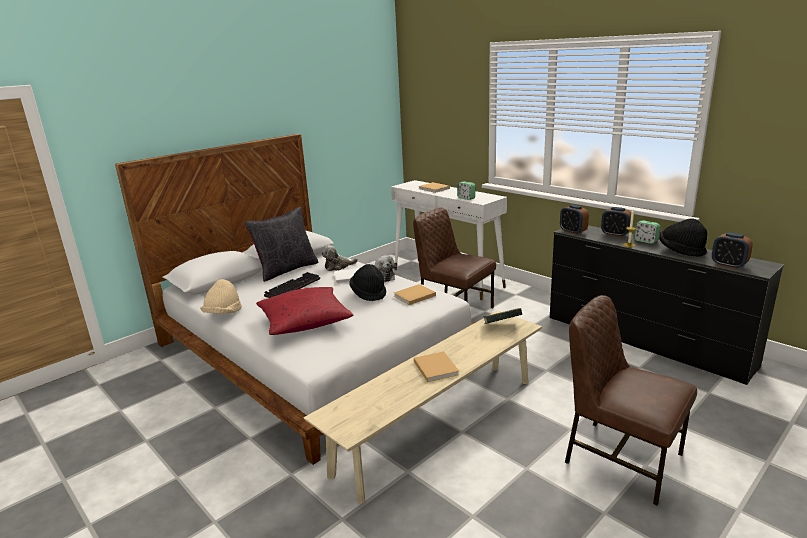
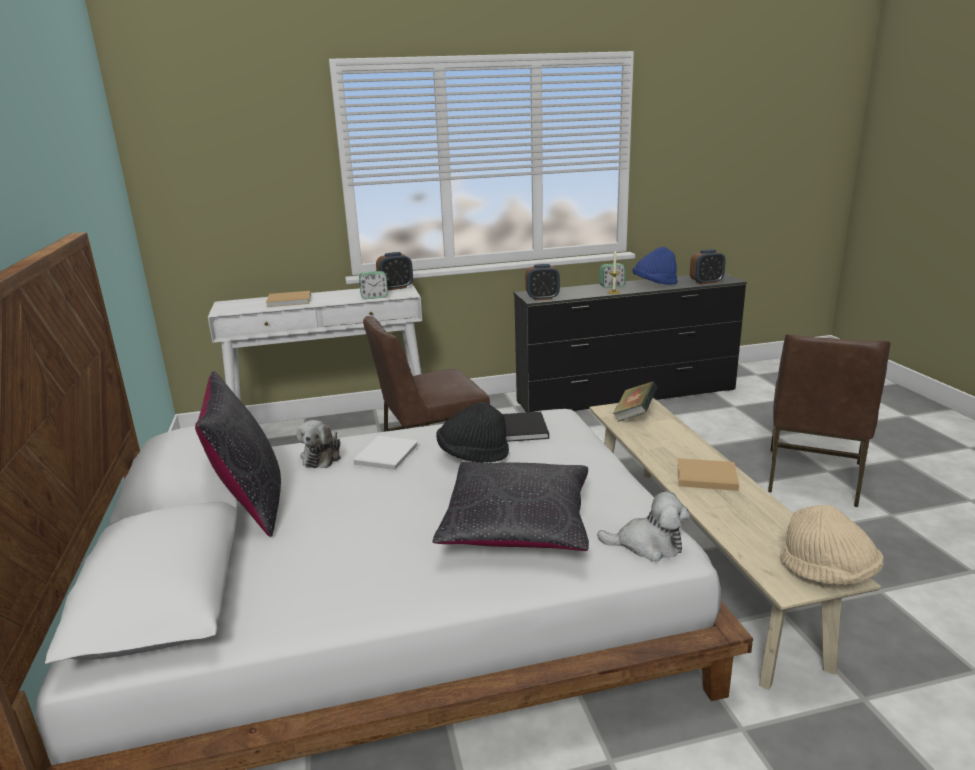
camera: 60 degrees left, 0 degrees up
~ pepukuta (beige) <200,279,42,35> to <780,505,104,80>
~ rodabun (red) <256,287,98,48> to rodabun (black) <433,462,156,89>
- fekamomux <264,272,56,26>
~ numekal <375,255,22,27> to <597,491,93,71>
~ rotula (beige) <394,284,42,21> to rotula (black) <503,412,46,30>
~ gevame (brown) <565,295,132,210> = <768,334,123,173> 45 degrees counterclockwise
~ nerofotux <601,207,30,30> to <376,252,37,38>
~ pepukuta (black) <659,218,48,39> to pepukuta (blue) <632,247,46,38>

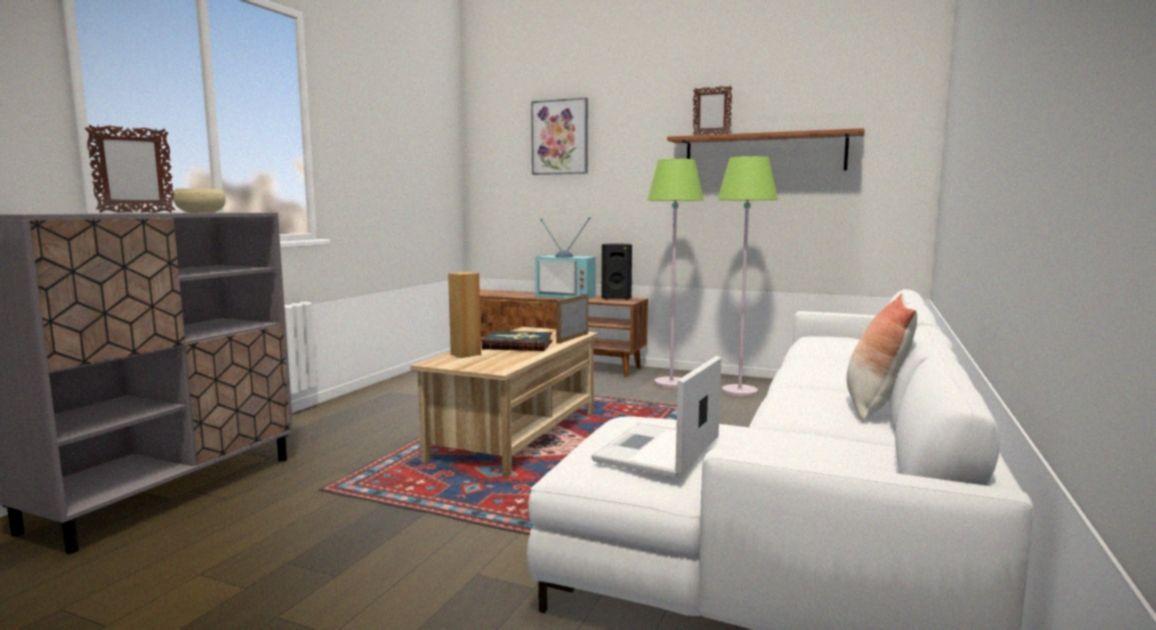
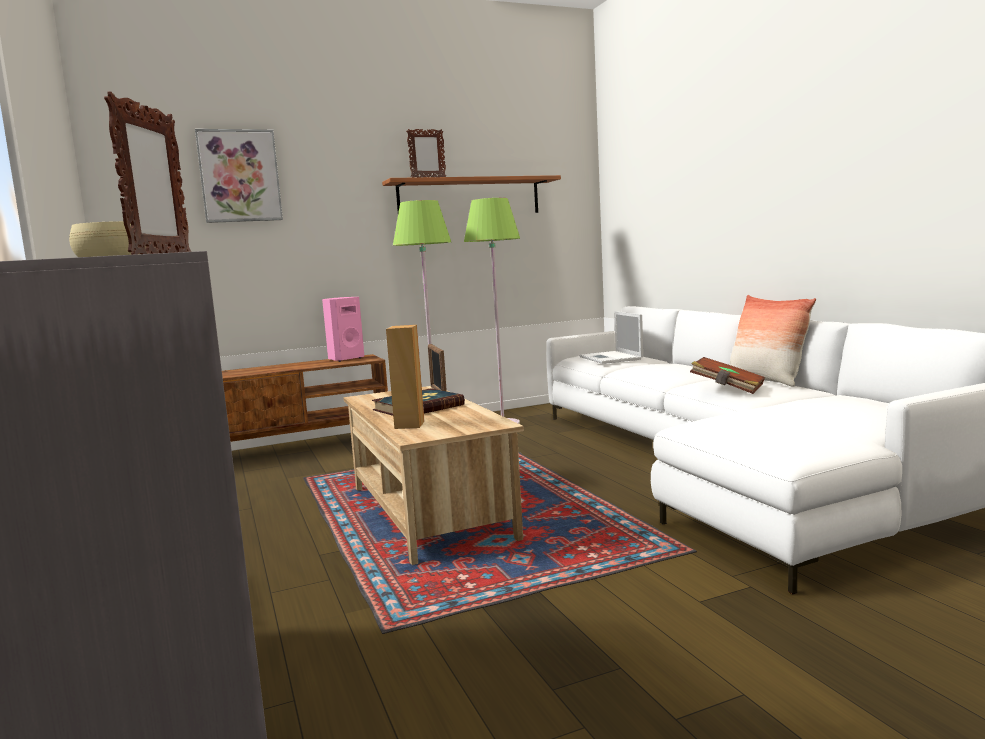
camera: 45 degrees left, 0 degrees up
- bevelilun <535,217,61,82>
~ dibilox <591,356,130,122> to <579,311,64,53>
~ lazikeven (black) <602,244,30,56> to lazikeven (pink) <322,297,42,65>
+ rotula (brown) <690,357,75,37>

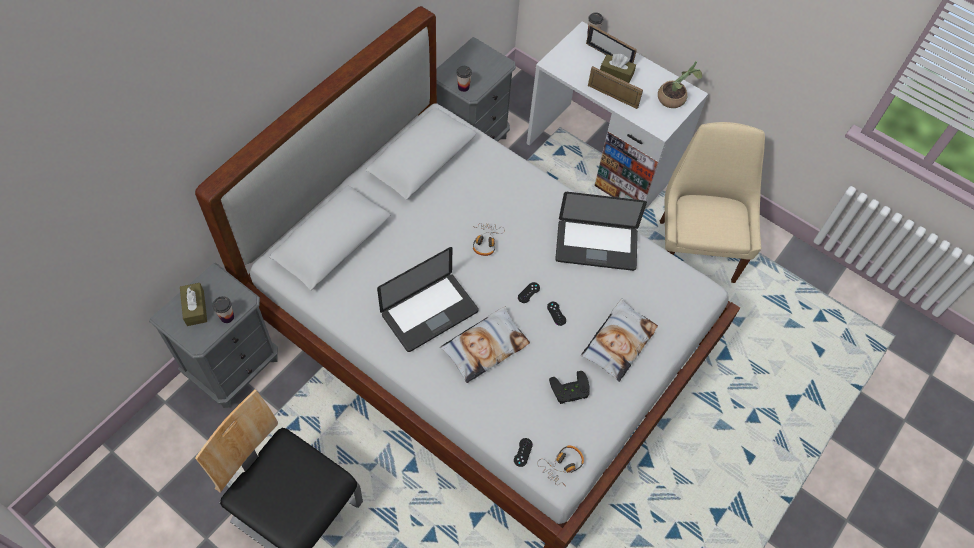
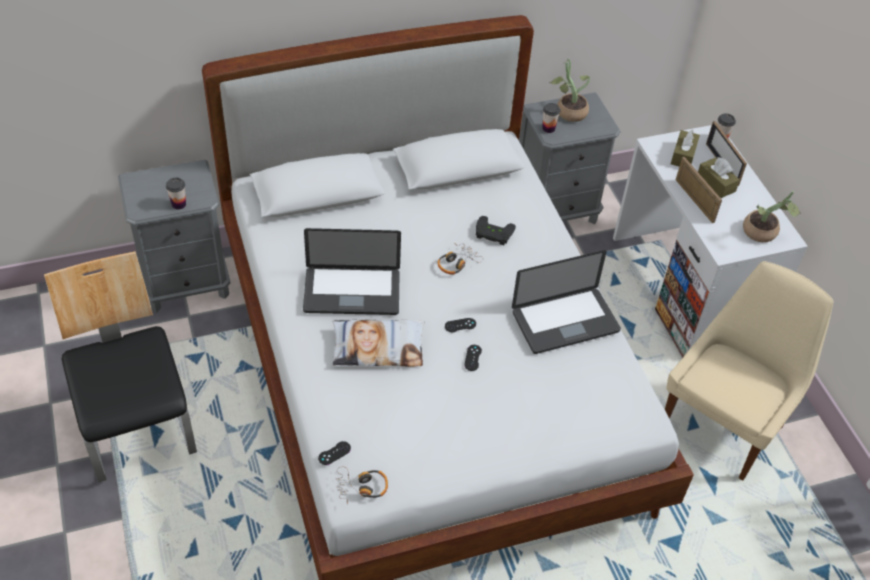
camera: 35 degrees right, 10 degrees down
~ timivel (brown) <180,283,27,43> to <671,130,29,36>
~ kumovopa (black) <549,371,41,33> to <476,216,40,29>
~ dibilox <555,192,92,79> = <512,250,109,104> 60 degrees counterclockwise
- rodabun <581,299,77,83>
+ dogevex <549,59,41,63>

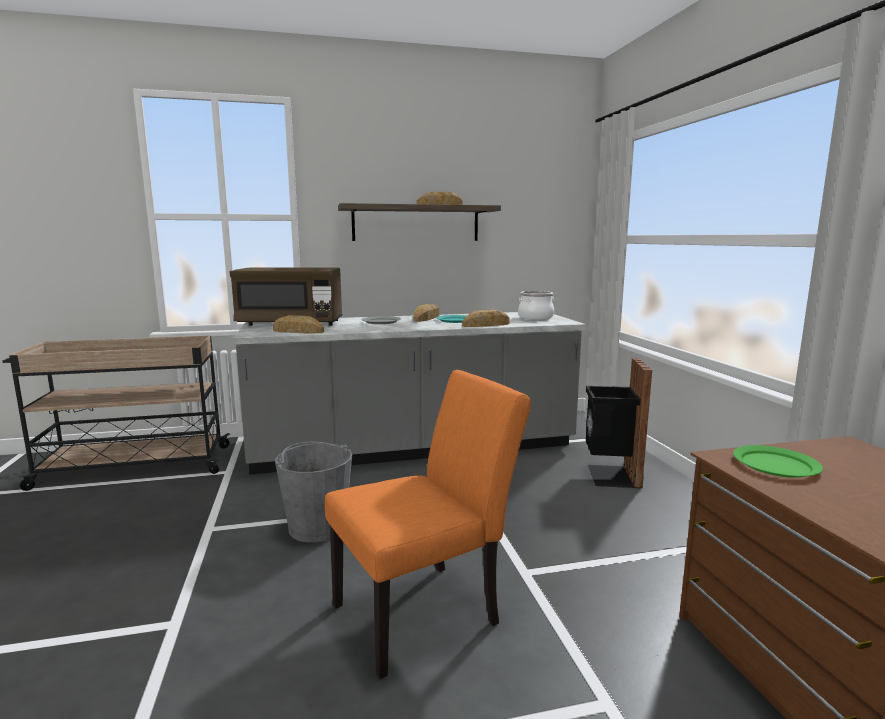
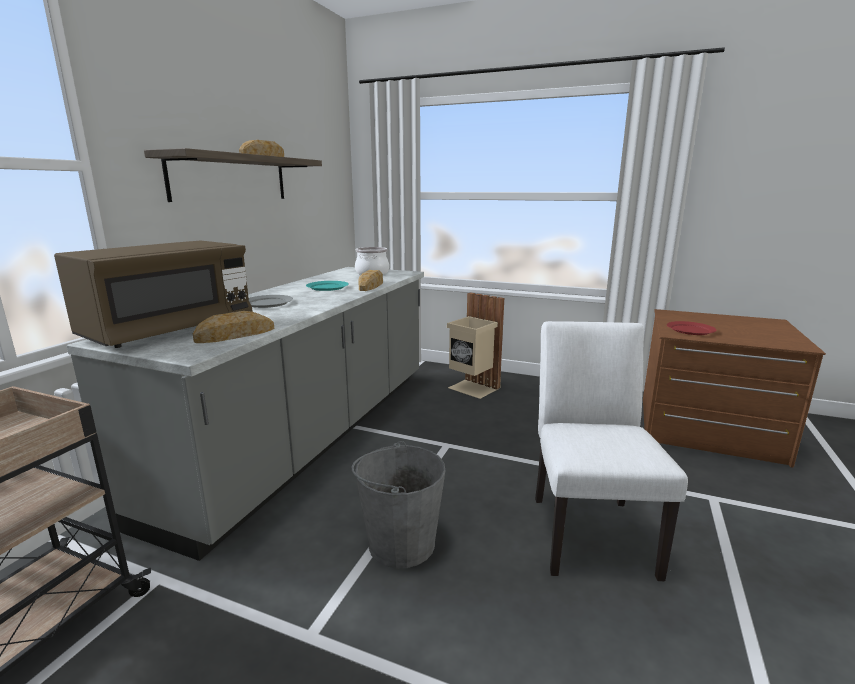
camera: 55 degrees left, 5 degrees up
~ gevame (orange) <325,370,206,309> to gevame (white) <535,321,153,260>
- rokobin <413,304,26,18>
~ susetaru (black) <586,358,66,130> to susetaru (beige) <447,293,57,106>
~ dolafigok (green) <733,445,90,33> to dolafigok (red) <667,321,50,14>

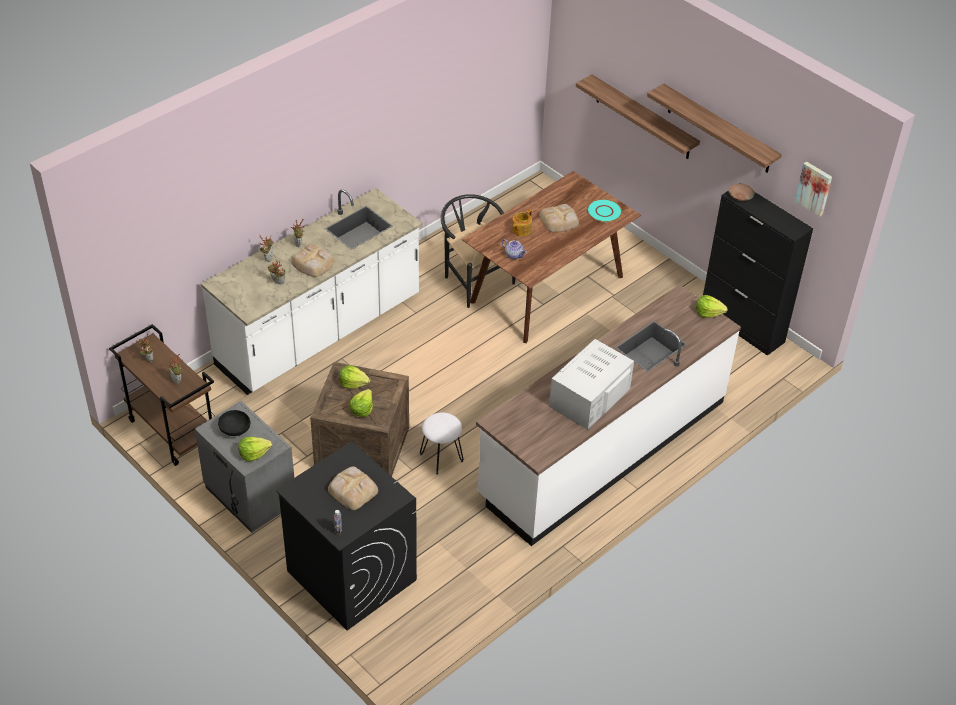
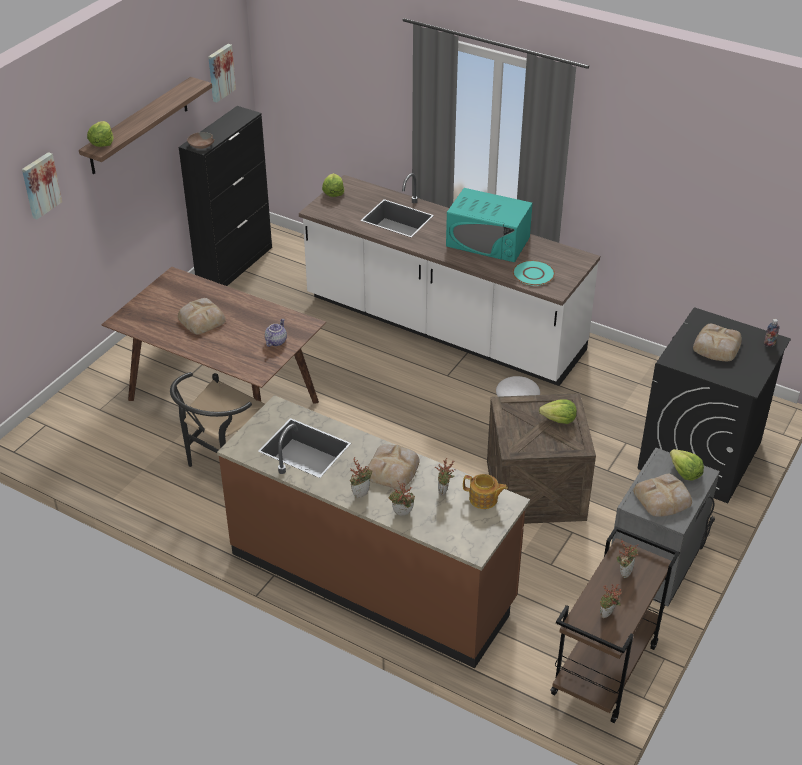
camera: 105 degrees left, 5 degrees down
~ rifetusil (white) <201,188,222,207> to rifetusil (brown) <217,395,313,273>
~ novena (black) <218,410,32,26> to rokobin <633,474,59,43>
~ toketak <339,365,31,24> to <87,121,27,26>
~ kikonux <512,209,20,27> to <463,474,45,35>
~ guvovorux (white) <549,339,85,91> to guvovorux (turquoise) <446,188,87,74>
- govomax <576,74,124,85>
~ dolafigok (turquoise) <587,199,35,23> to <513,260,42,26>
+ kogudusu <22,152,40,67>

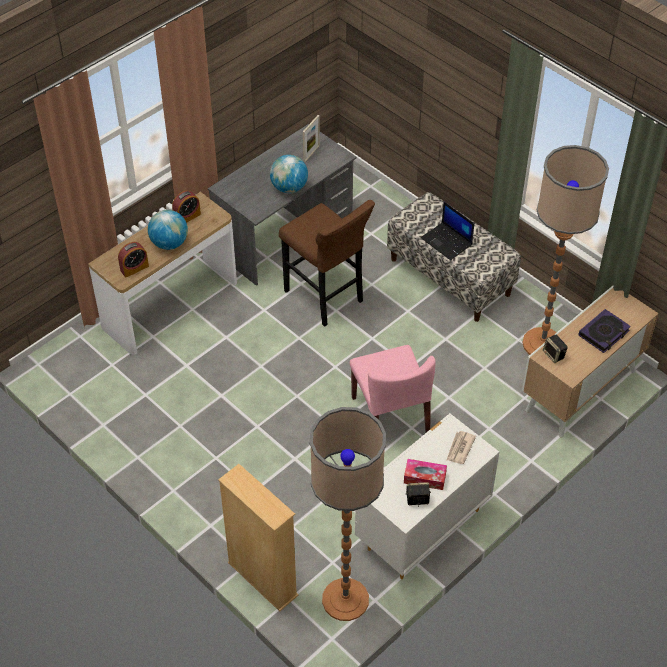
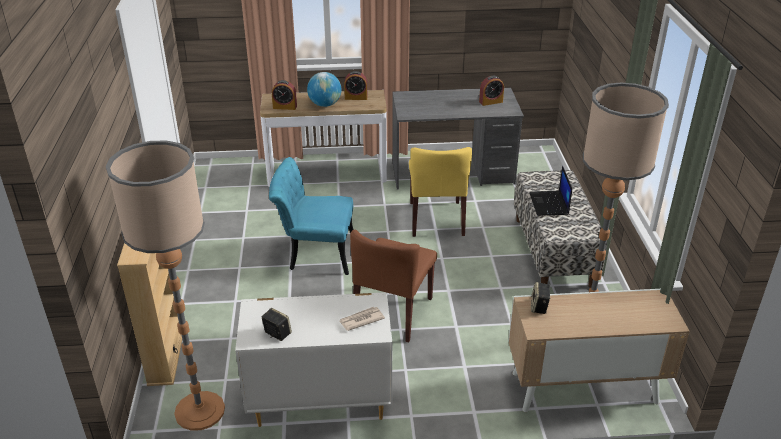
camera: 40 degrees right, 15 degrees down
- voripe <270,155,38,38>
~ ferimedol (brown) <279,200,96,127> to gevame (yellow) <409,147,63,90>
~ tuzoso <303,115,17,47> to nerofotux <479,76,25,30>
~ gevame (pink) <350,345,86,87> to gevame (brown) <350,230,87,112>
- timivel <404,459,43,31>
- rotula <578,309,53,44>
+ gevame (turquoise) <269,157,84,118>

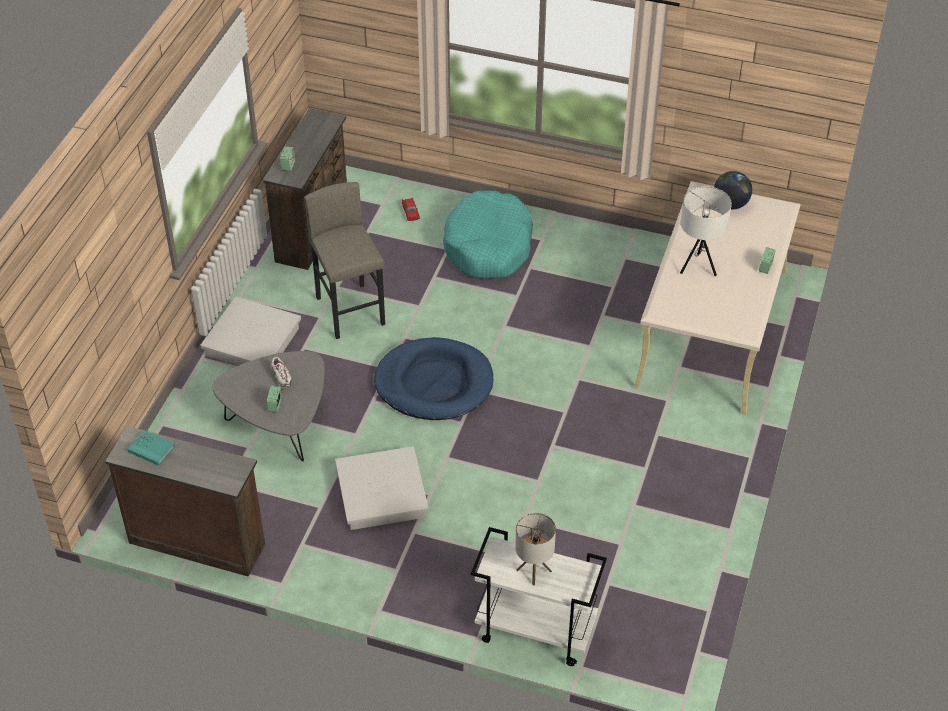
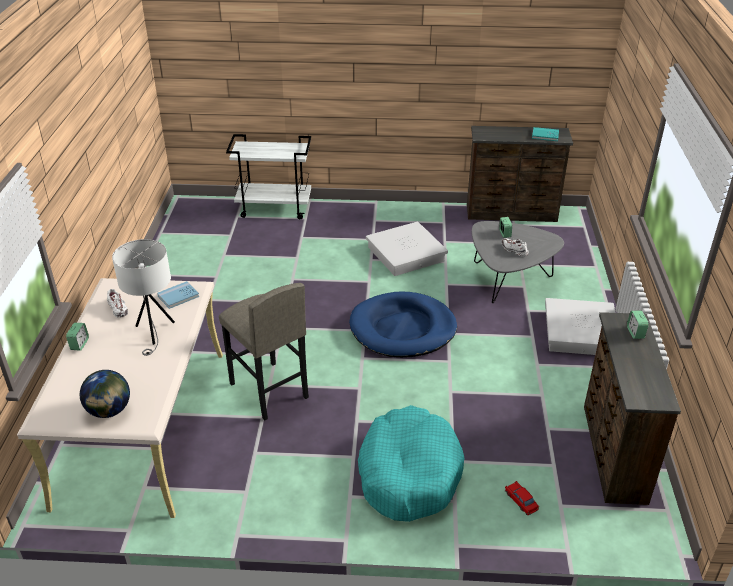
camera: 165 degrees right, 10 degrees down
~ ferimedol (grey) <304,182,81,157> to <219,283,90,138>
- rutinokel <515,513,41,73>
+ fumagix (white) <107,289,21,29>
+ rotula (blue) <157,281,42,28>

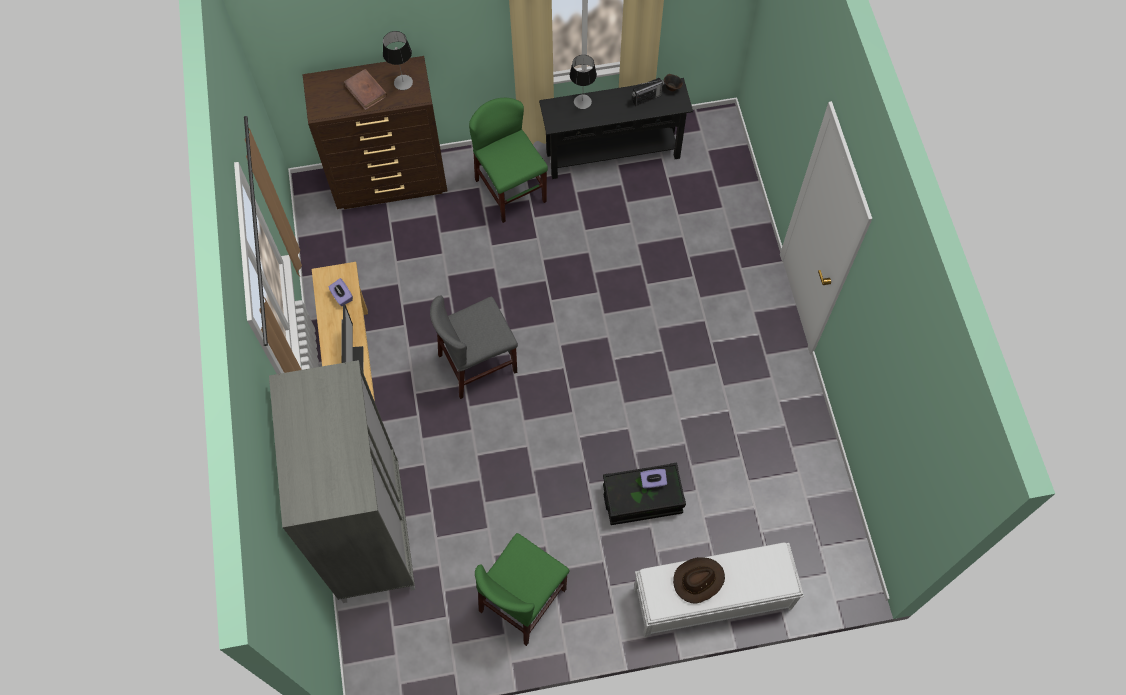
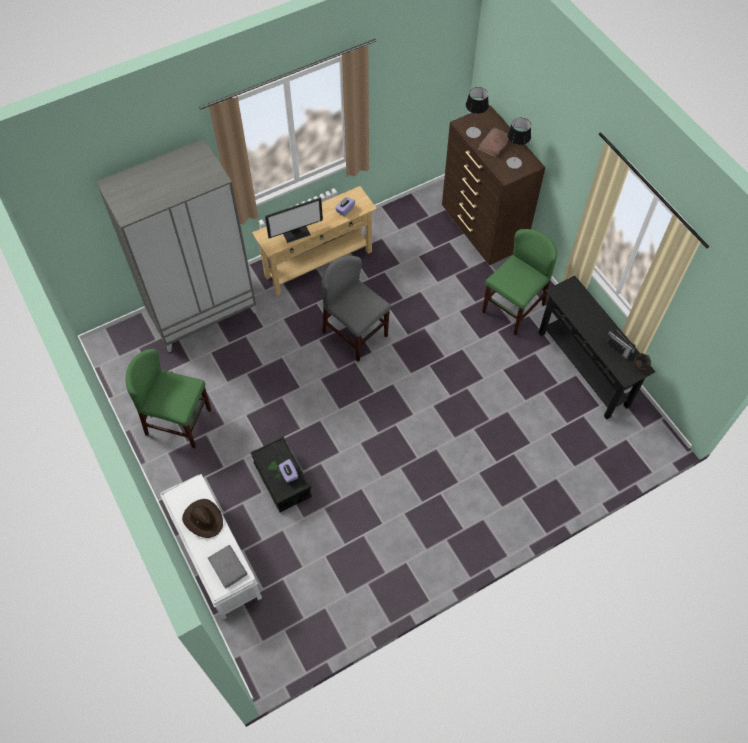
camera: 70 degrees right, 5 degrees down
~ rutinokel <570,55,27,54> to <466,87,23,51>
+ rotula (grey) <208,545,39,44>

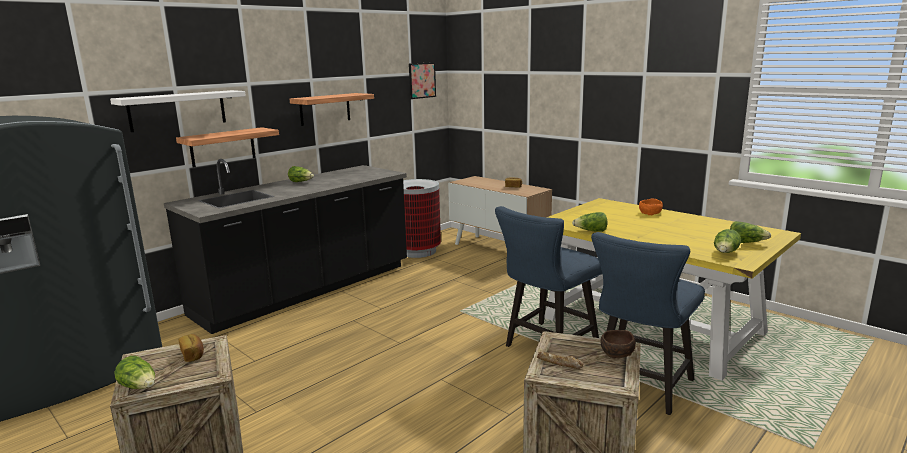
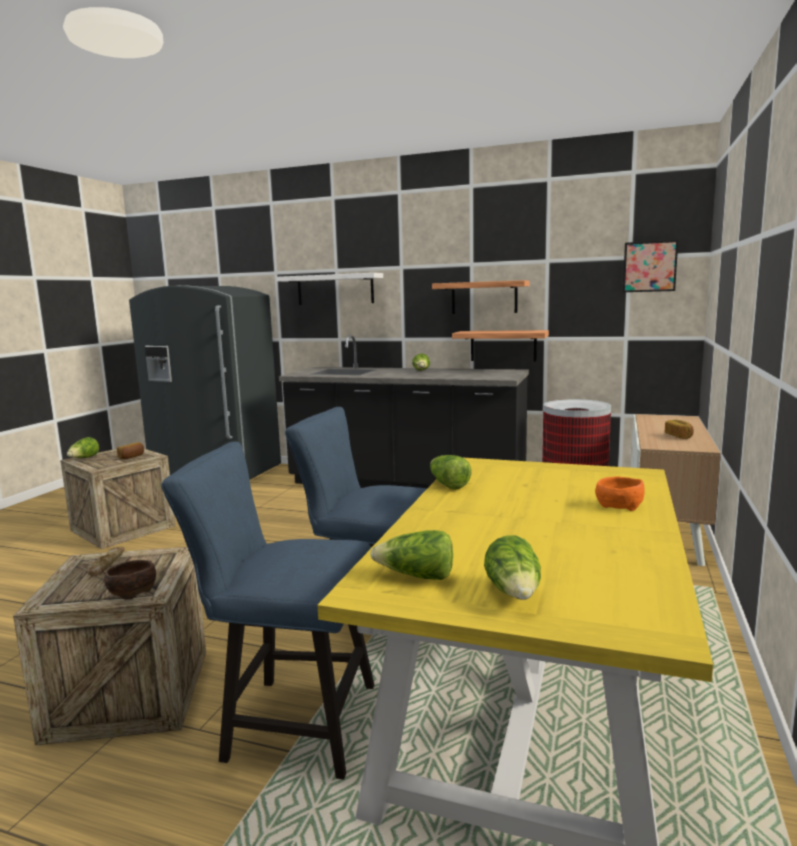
camera: 65 degrees right, 5 degrees down
~ govomax <176,127,103,40> to <452,330,97,32>

